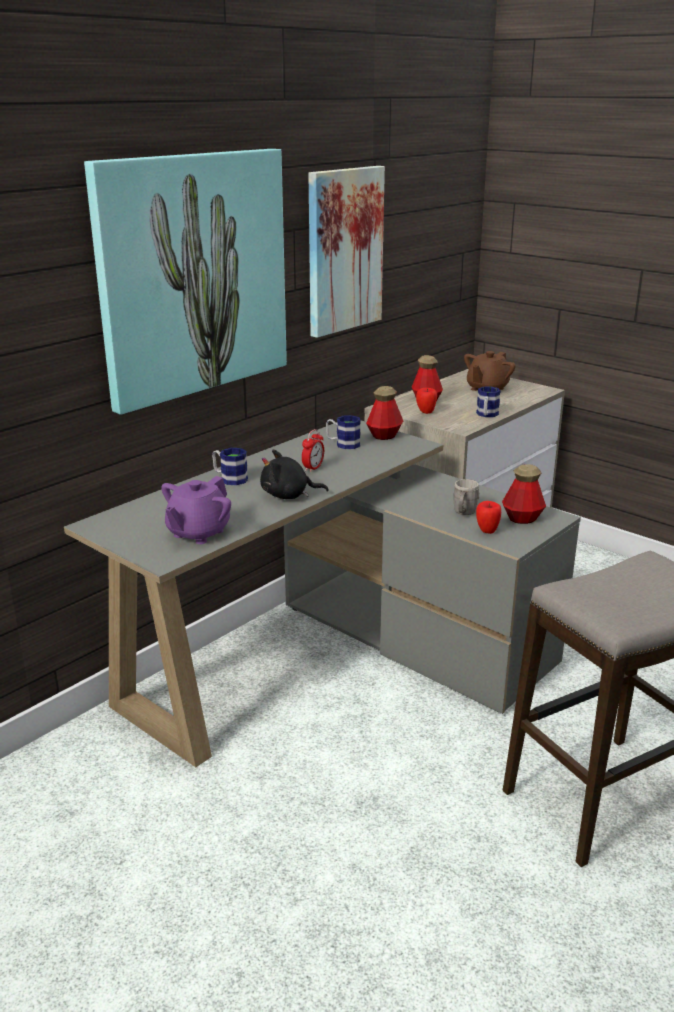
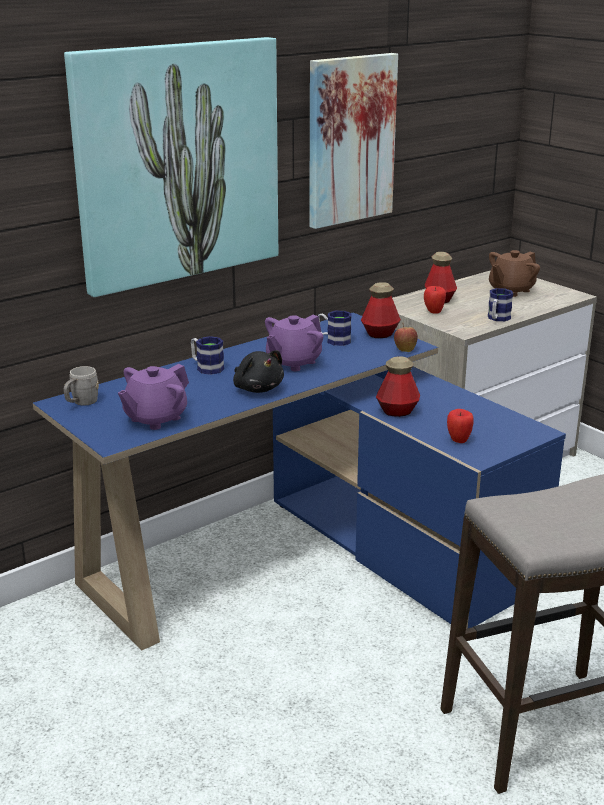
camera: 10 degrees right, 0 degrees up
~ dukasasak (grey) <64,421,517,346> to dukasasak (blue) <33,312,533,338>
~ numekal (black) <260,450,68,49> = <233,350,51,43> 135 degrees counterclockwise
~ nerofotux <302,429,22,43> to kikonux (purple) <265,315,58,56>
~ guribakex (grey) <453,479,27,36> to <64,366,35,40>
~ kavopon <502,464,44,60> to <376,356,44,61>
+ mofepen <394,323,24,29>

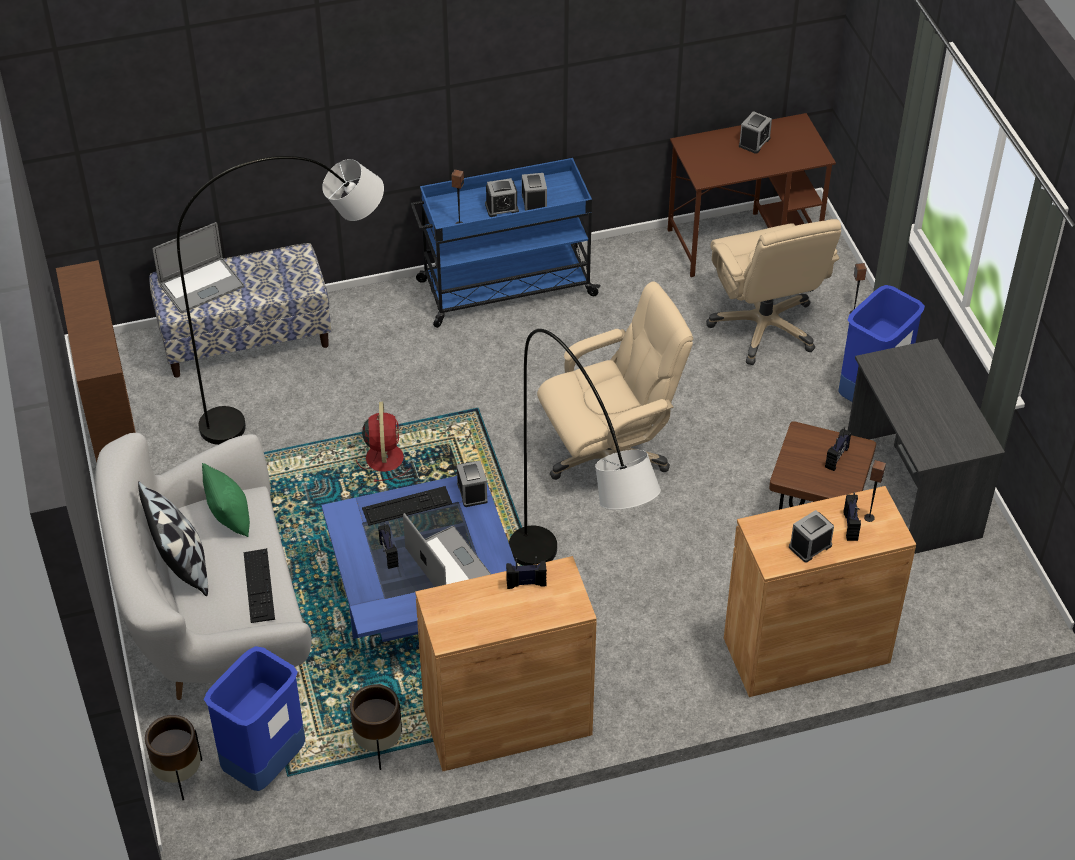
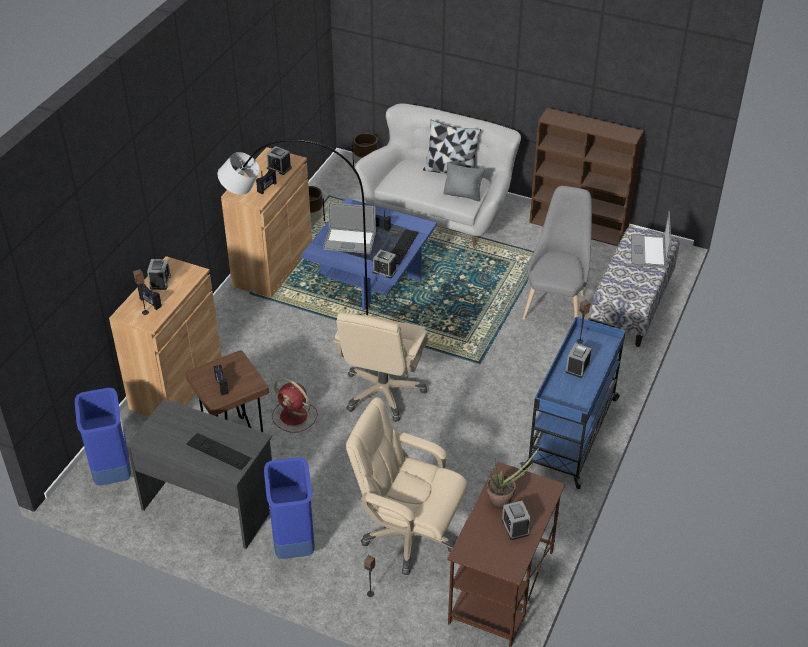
camera: 130 degrees right, 5 degrees down
~ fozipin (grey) <177,156,207,289> to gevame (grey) <523,186,69,134>
~ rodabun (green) <202,463,48,74> to rodabun (grey) <443,162,42,40>
~ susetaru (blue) <204,646,101,145> to <75,388,56,98>
~ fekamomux <244,548,31,75> to <187,433,65,37>
~ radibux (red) <356,402,55,80> to <272,378,45,55>
~ nerofotux <522,173,25,38> to <266,146,26,29>
+ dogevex <487,447,53,62>

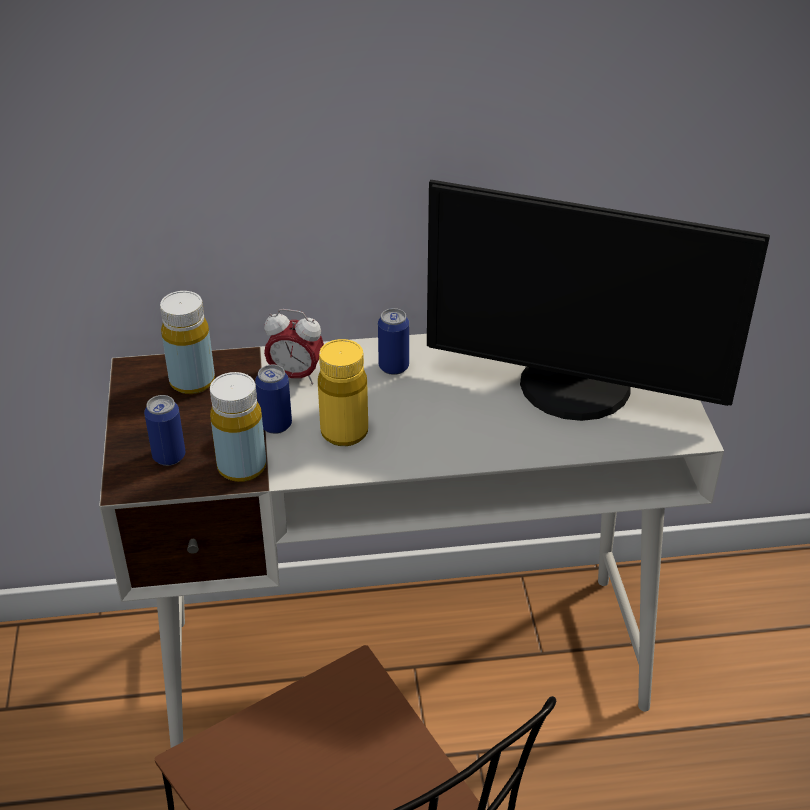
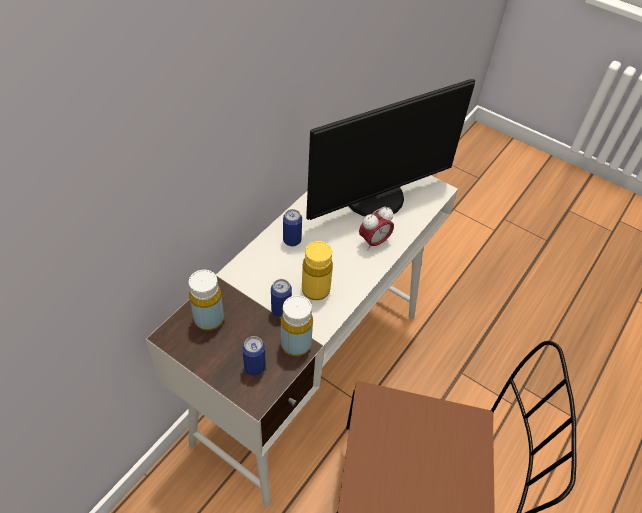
camera: 50 degrees left, 10 degrees up
~ nerofotux <264,309,60,75> to <359,207,35,44>

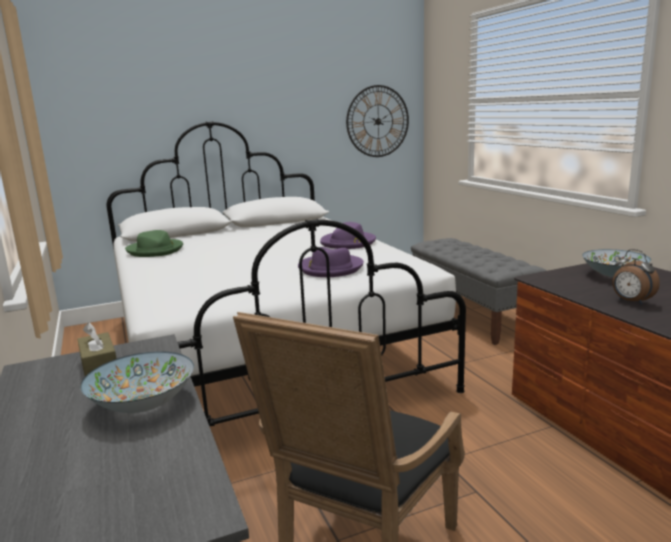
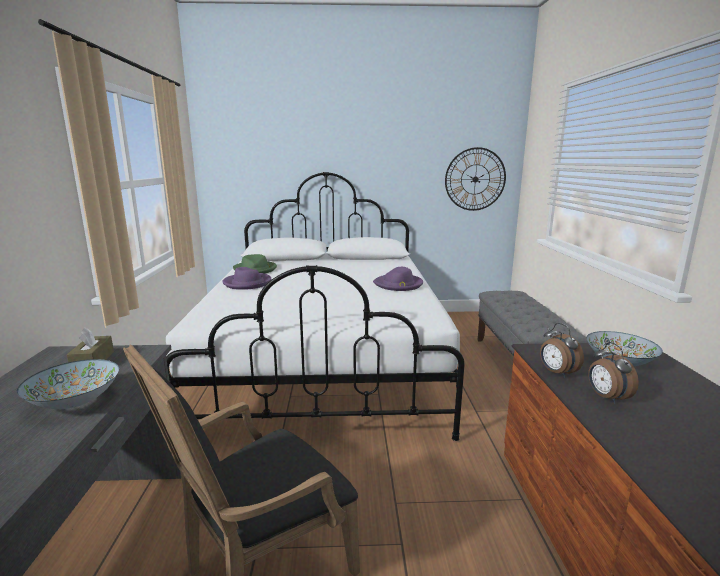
camera: 20 degrees right, 0 degrees up
~ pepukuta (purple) <298,247,66,30> to <222,267,49,23>
+ nerofotux <540,323,44,55>

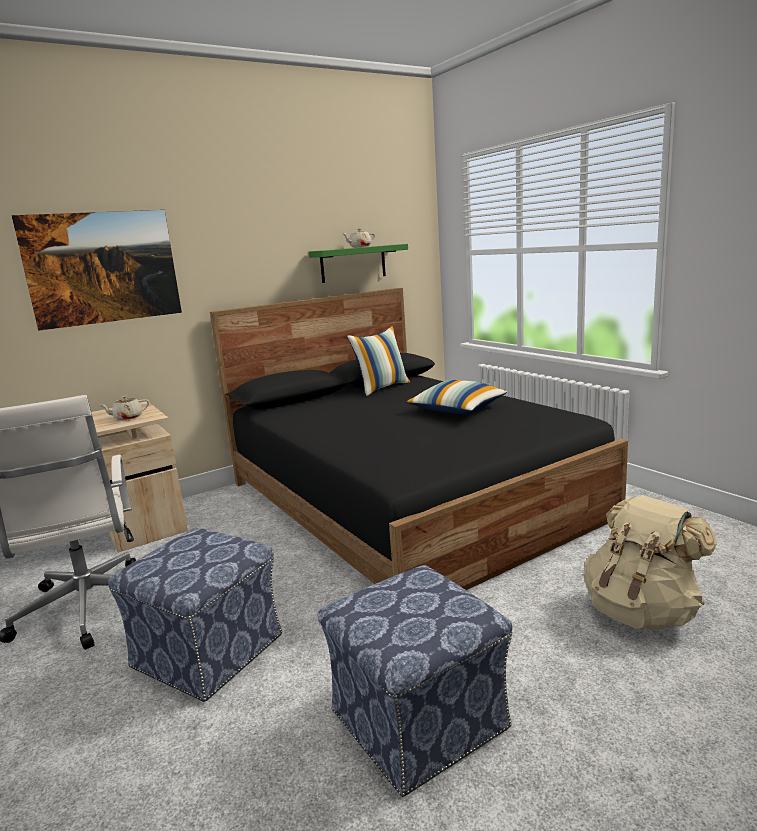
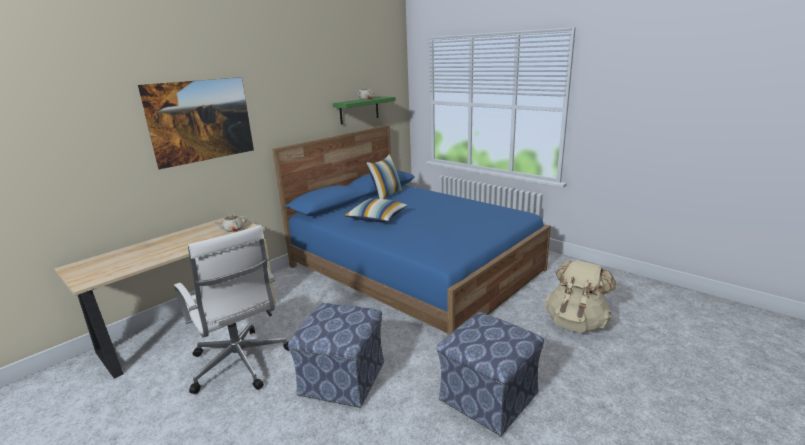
camera: 15 degrees left, 5 degrees up
~ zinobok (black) <210,288,418,302> to zinobok (blue) <273,125,278,210>
~ rodabun <406,380,101,35> to <344,198,63,24>

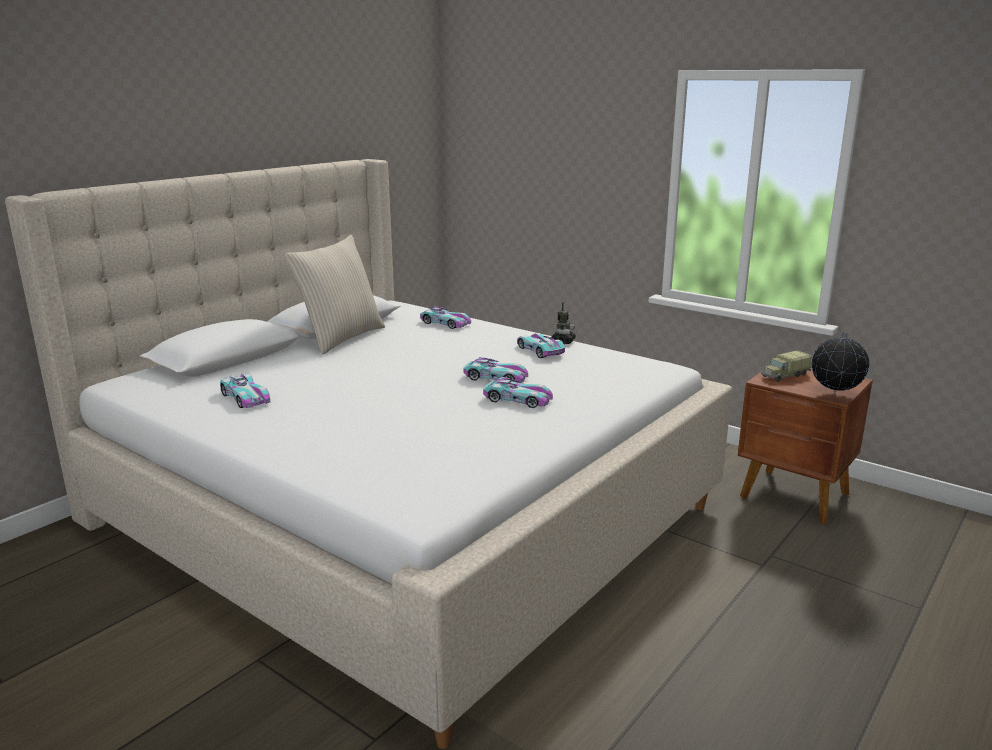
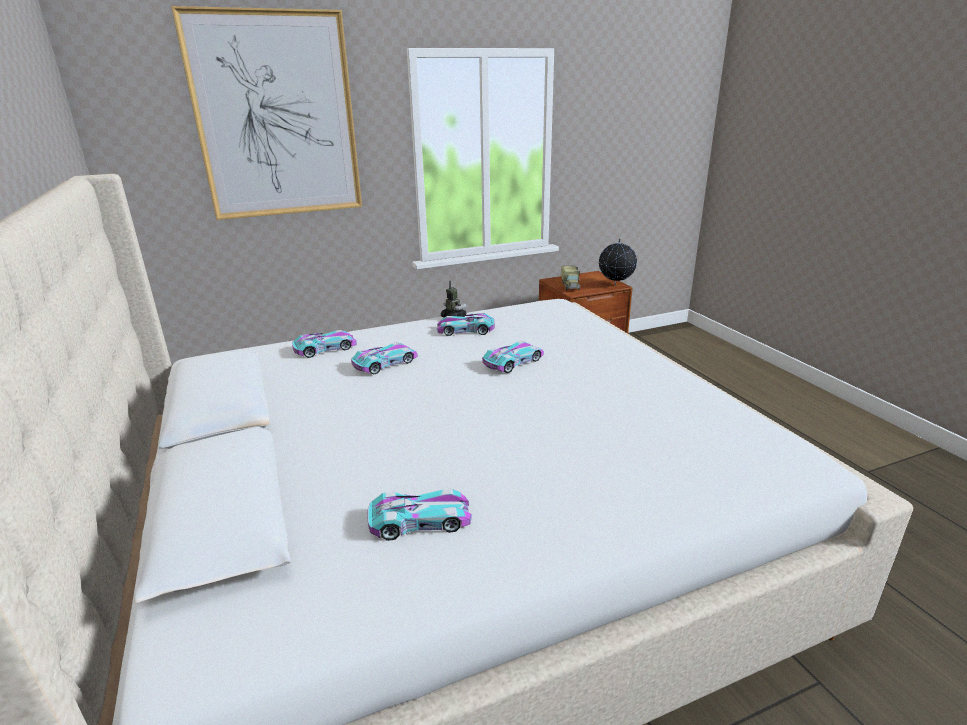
camera: 60 degrees left, 5 degrees up
- rodabun (beige) <285,235,100,120>
~ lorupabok <483,377,70,31> to <351,342,67,33>
+ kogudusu <171,6,191,214>

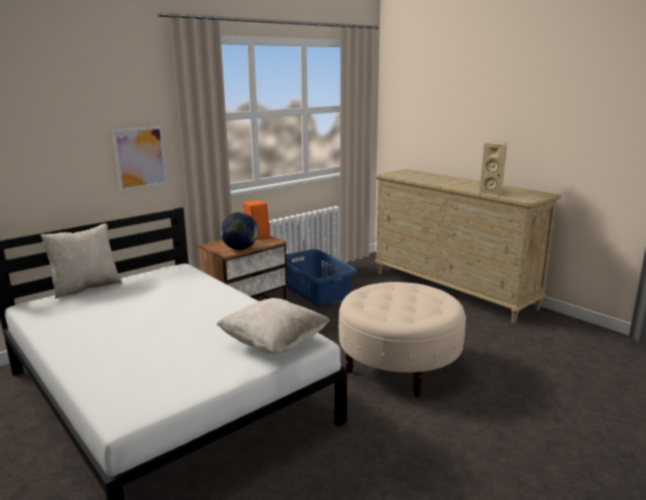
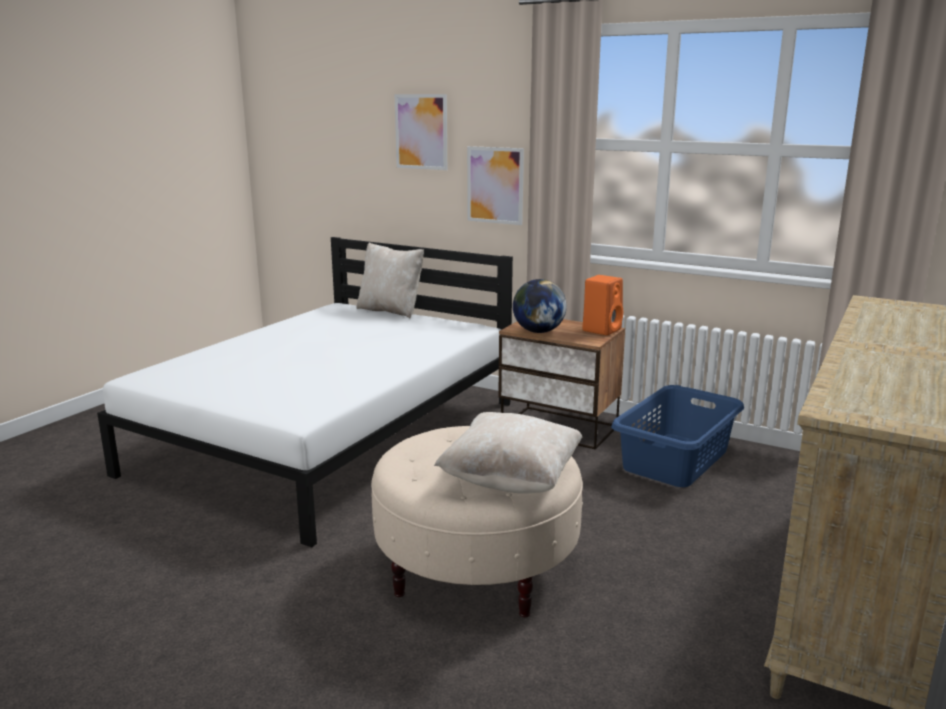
camera: 70 degrees right, 0 degrees up
~ rodabun (beige) <216,298,114,56> to <434,412,149,82>
- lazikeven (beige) <479,141,28,54>
+ kogudusu <395,94,52,76>

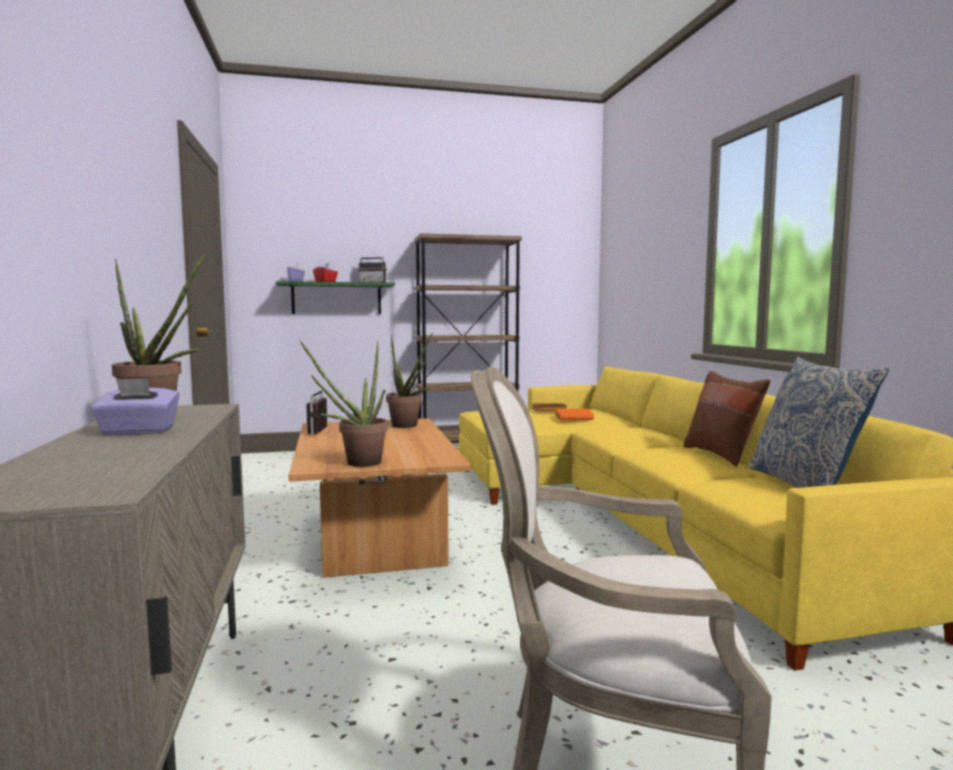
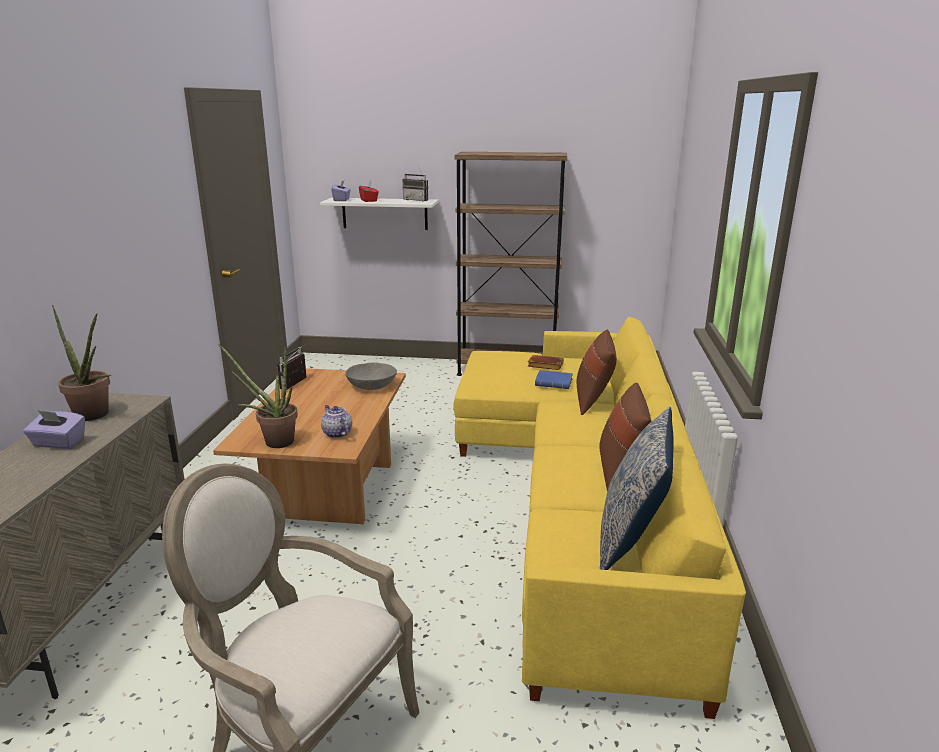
camera: 20 degrees right, 15 degrees up
~ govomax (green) <276,281,119,33> to govomax (white) <320,198,118,32>
~ dogevex <386,333,47,95> to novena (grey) <345,362,52,28>
~ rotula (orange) <555,409,39,11> to rotula (blue) <535,370,38,19>
+ kikonux <321,405,31,33>
+ rodabun (brown) <577,330,40,85>

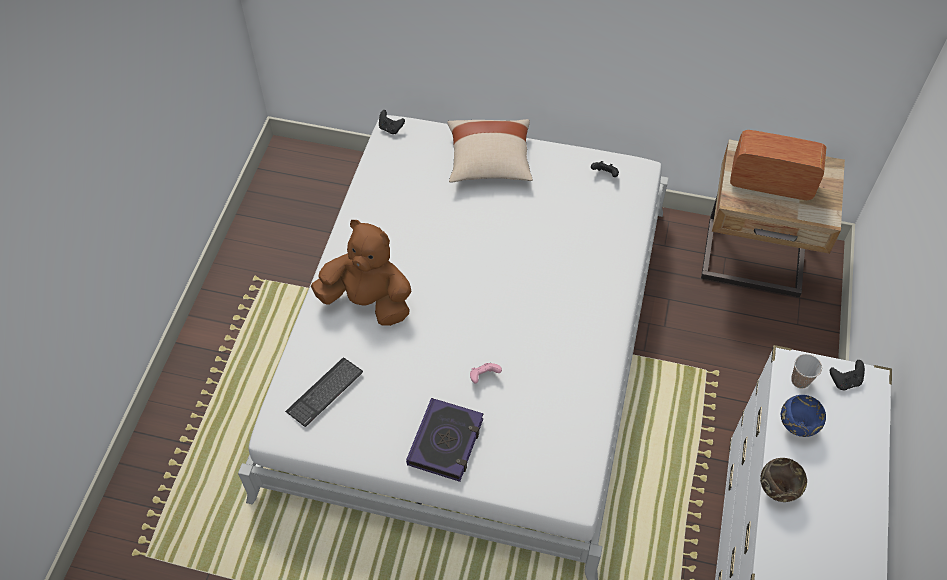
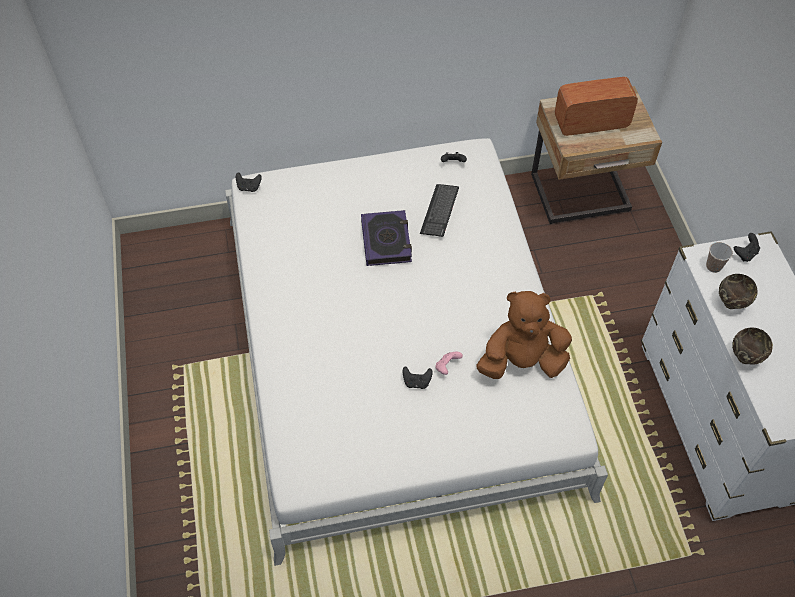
camera: 25 degrees left, 0 degrees up
~ fekamomux <285,357,78,70> to <420,184,39,53>
~ numekal (brown) <311,220,100,106> to <476,291,96,88>
~ rotula <406,398,77,84> to <361,210,51,56>
- rodabun (beige) <447,119,86,64>
~ novena (blue) <781,395,45,42> to novena (brown) <719,274,38,35>
+ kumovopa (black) <403,366,30,23>

